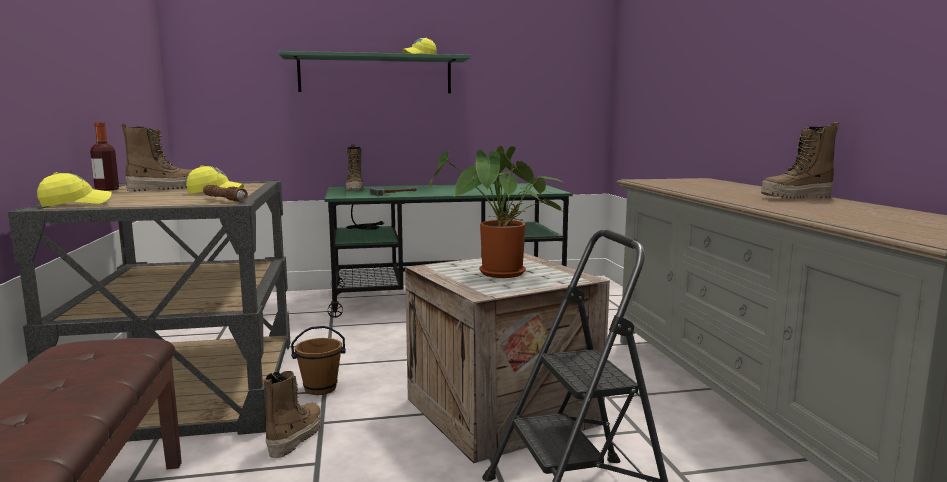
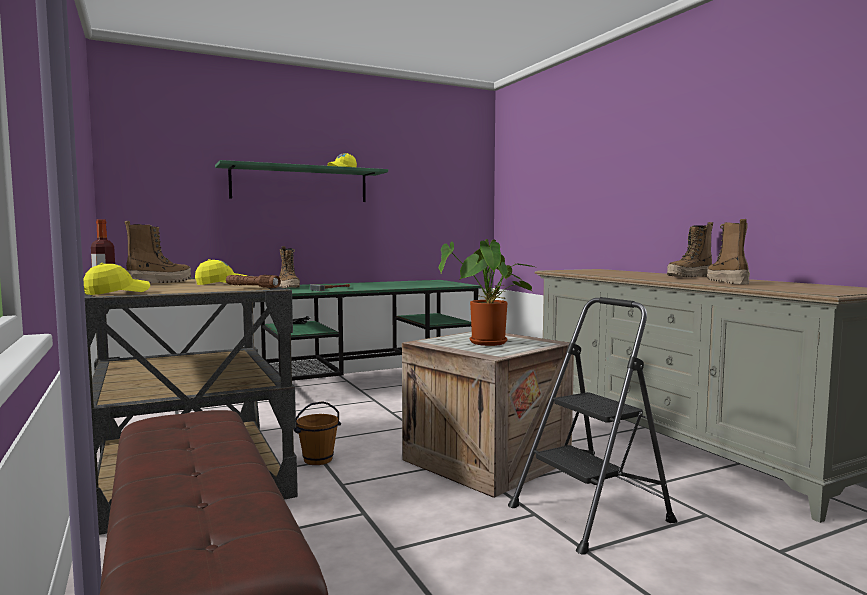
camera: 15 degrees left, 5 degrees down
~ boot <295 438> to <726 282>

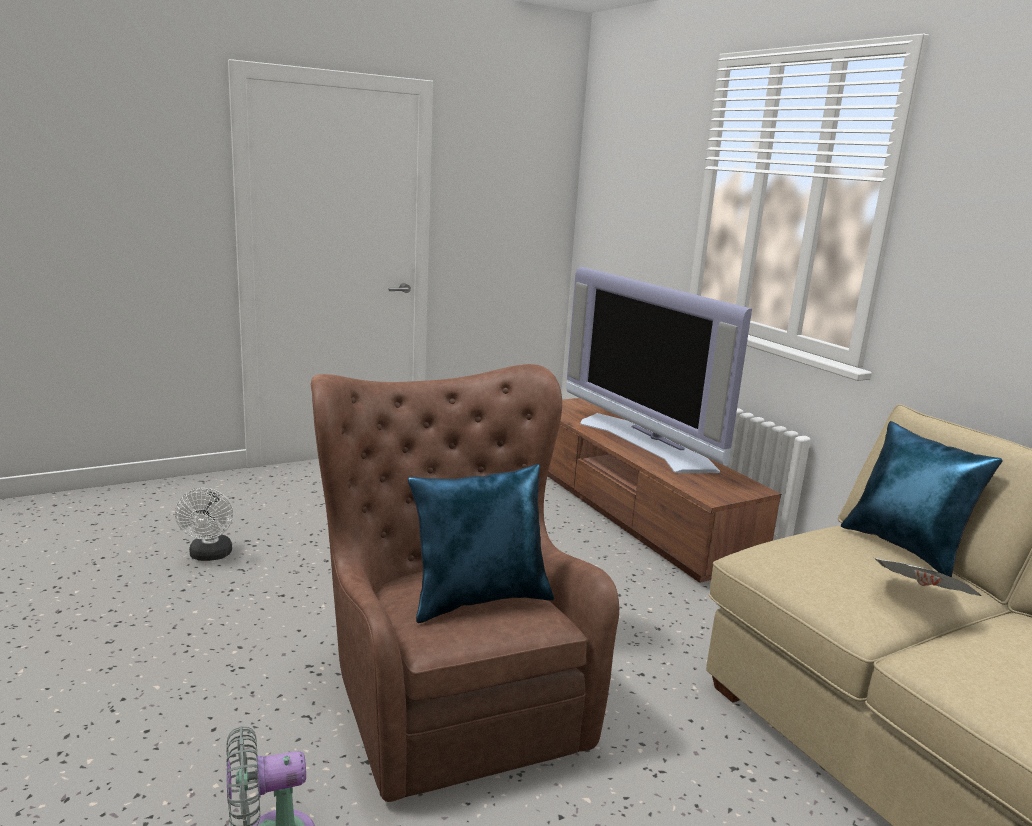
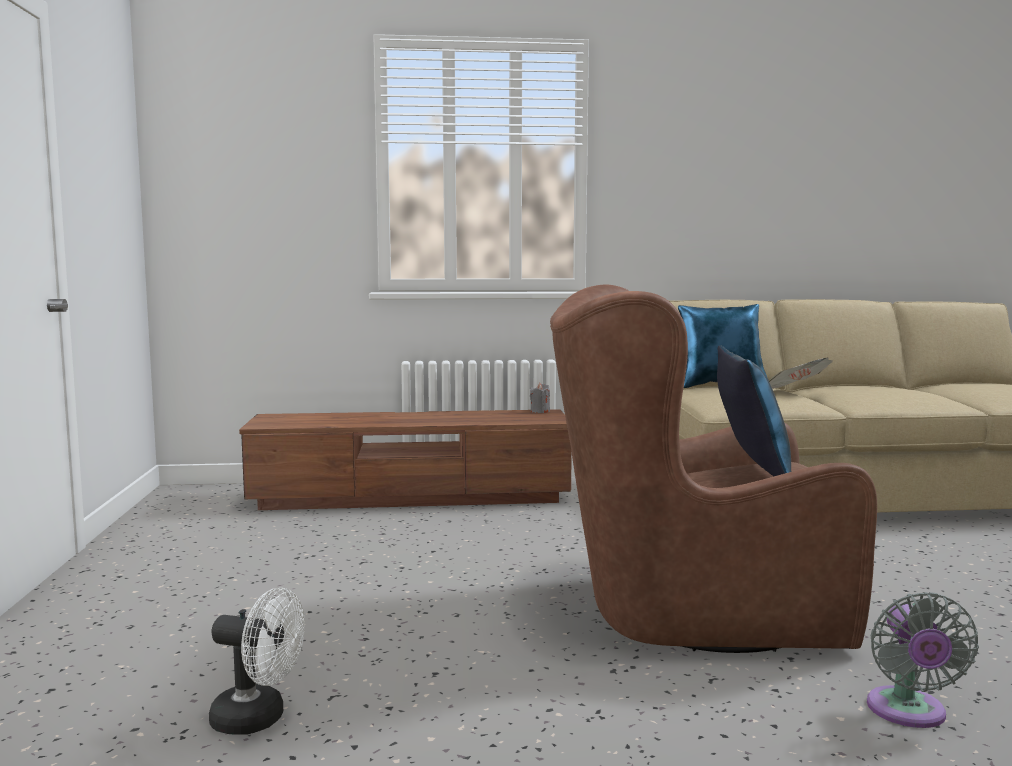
camera: 65 degrees left, 10 degrees down
- television <646 443>
+ grey candle <540 411>

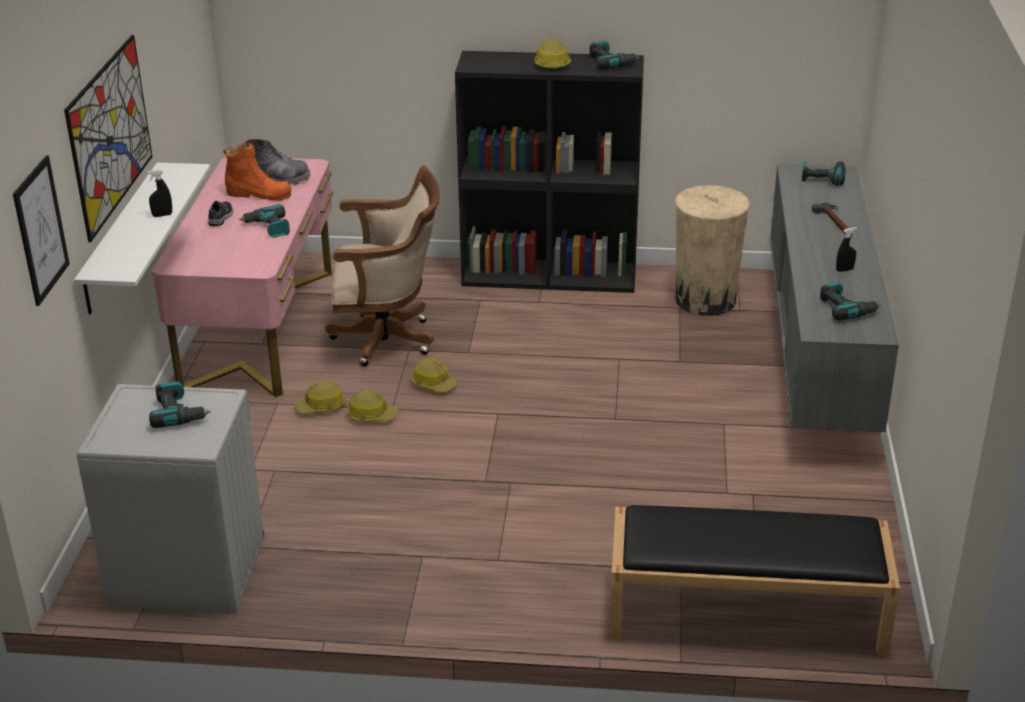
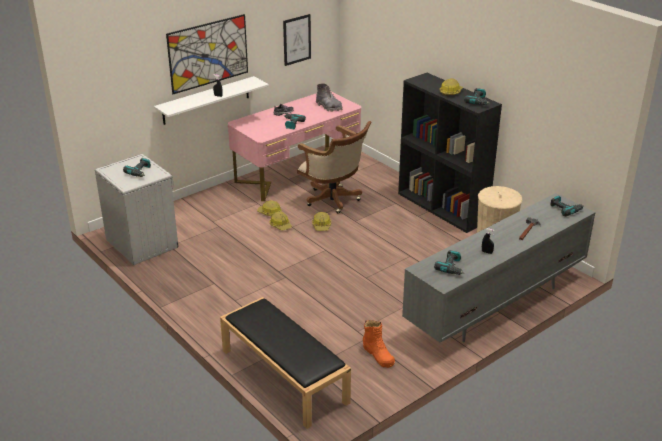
camera: 45 degrees right, 0 degrees up
~ picture <41 230> to <297 39>
~ orange boot <259 194> to <378 355>

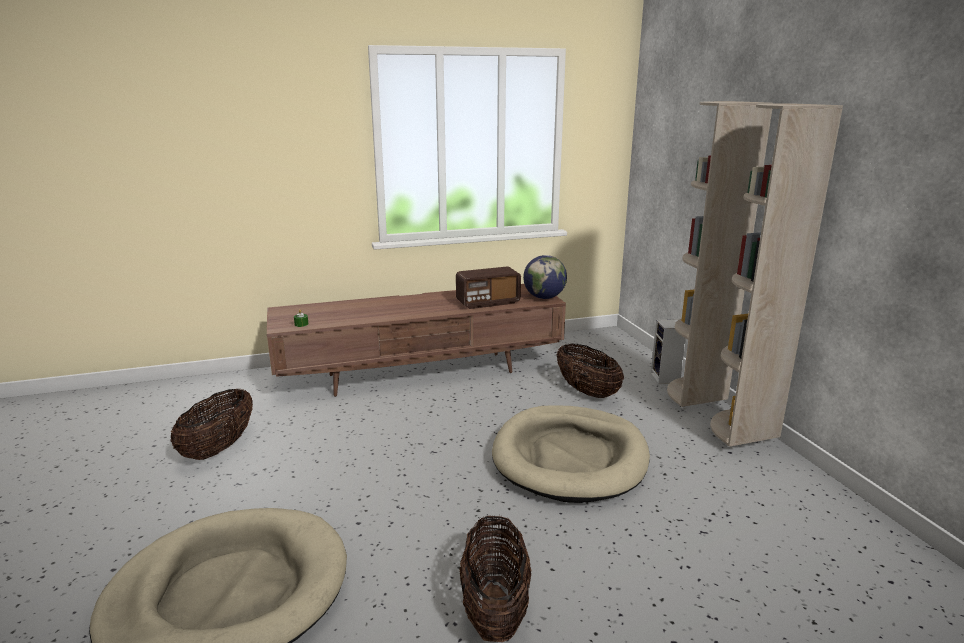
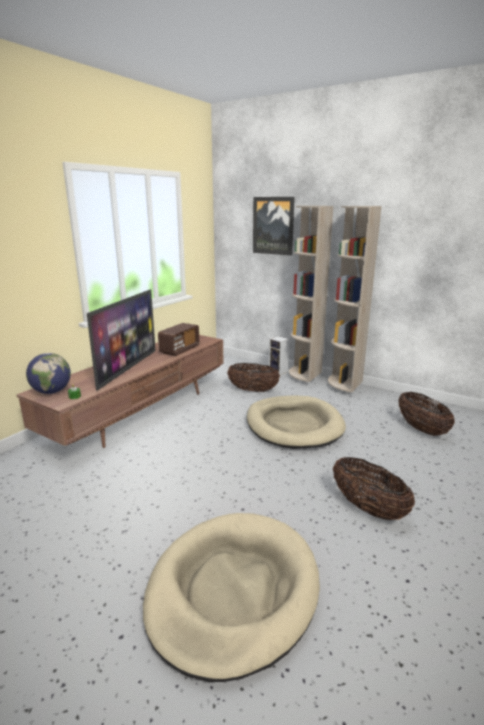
camera: 40 degrees left, 0 degrees up
+ television <127 368>
+ picture <273 226>
~ basket <219 448> to <421 429>
~ globe <544 297> to <52 391>

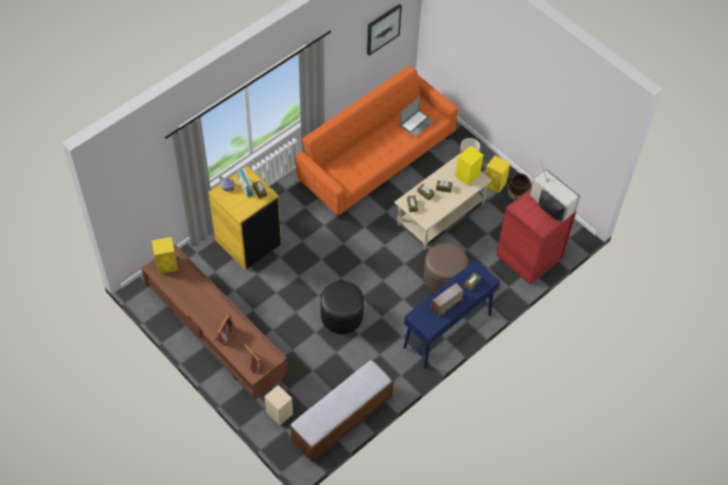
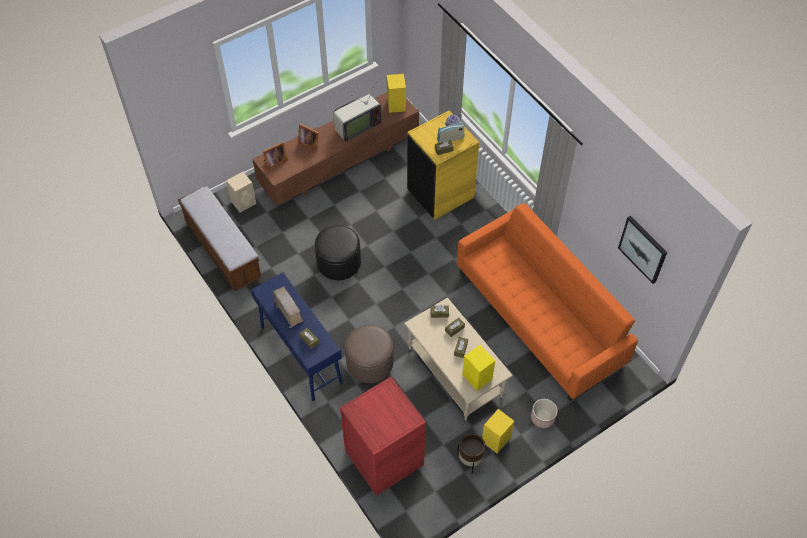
camera: 100 degrees right, 0 degrees up
- laptop <416 123>
~ television <550 207> to <356 127>

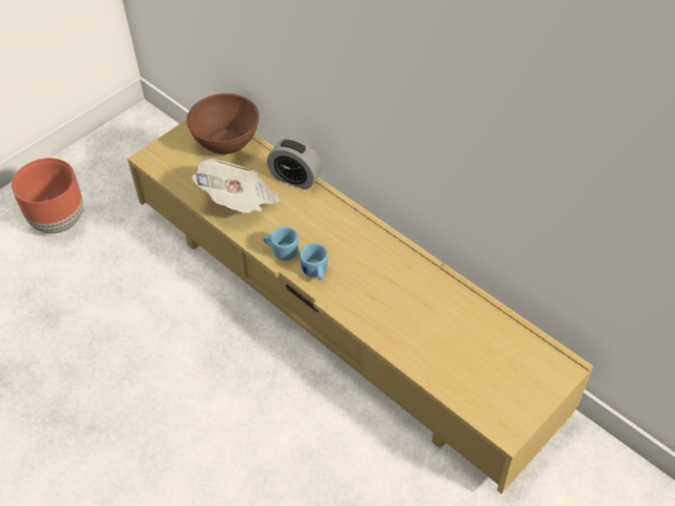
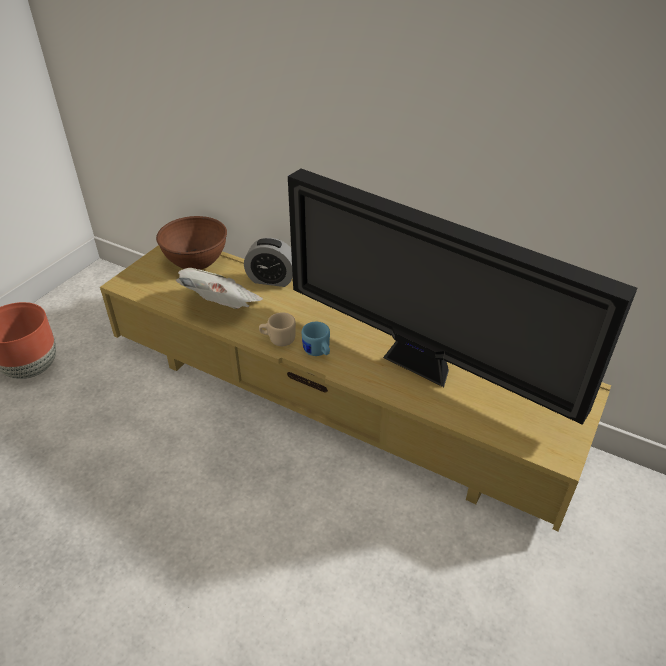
camera: 15 degrees left, 10 degrees down
+ television <422 368>
~ blue mug <281 251> to beige mug <278 339>

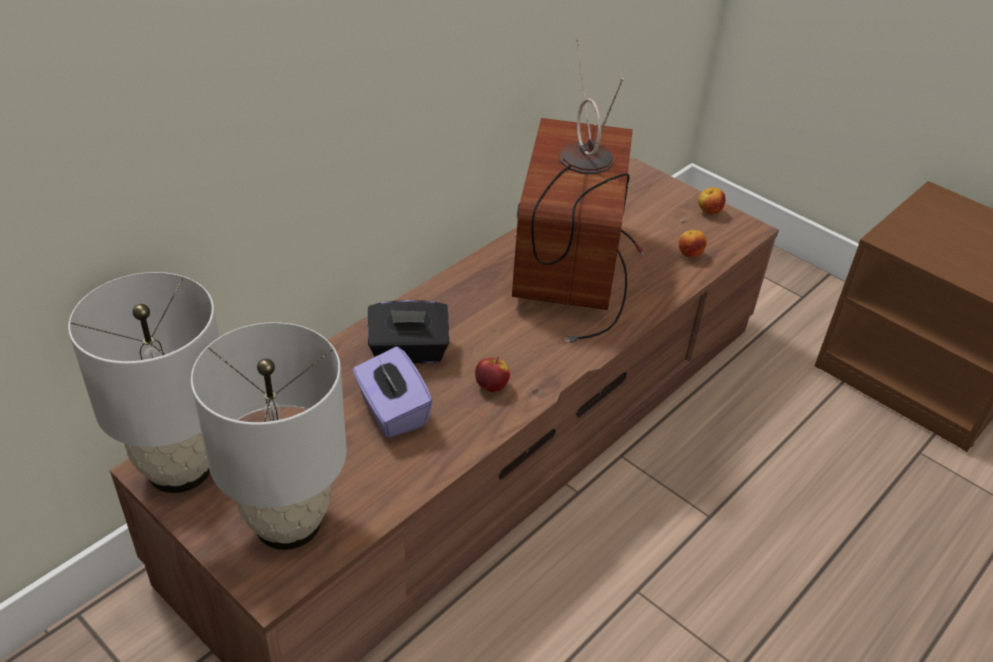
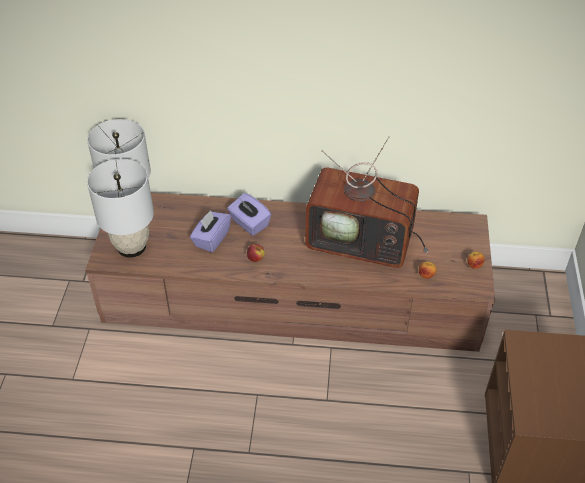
camera: 55 degrees right, 5 degrees up
~ black tissue box <408 352> to purple tissue box <249 223>
~ television <573 269> = <363 242> 135 degrees counterclockwise

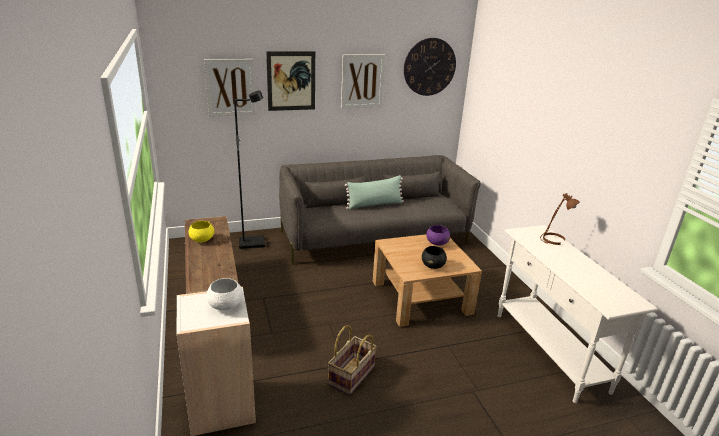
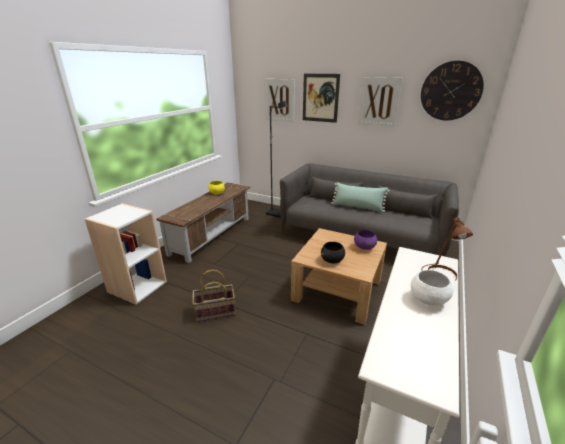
camera: 45 degrees right, 0 degrees up
~ white bowl <225 305> to <427 299>

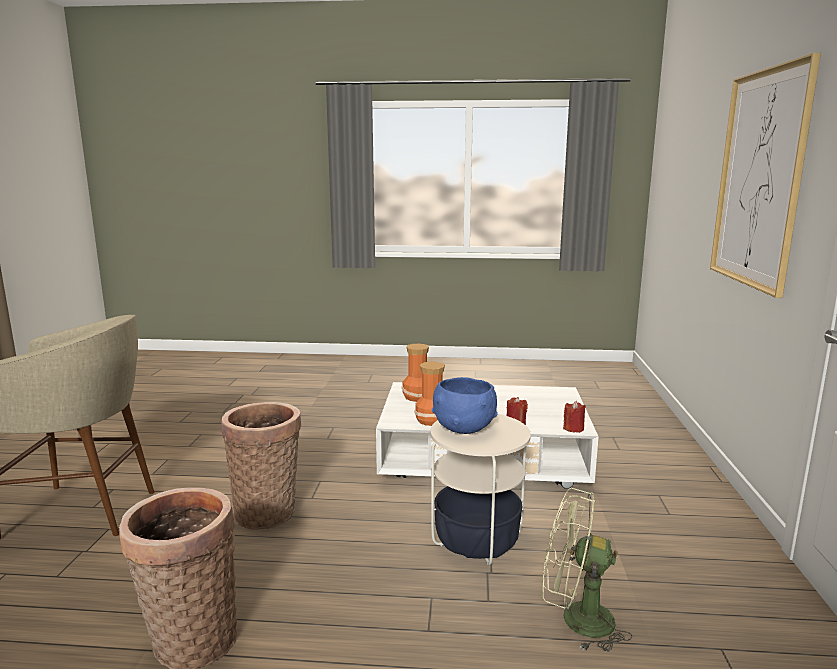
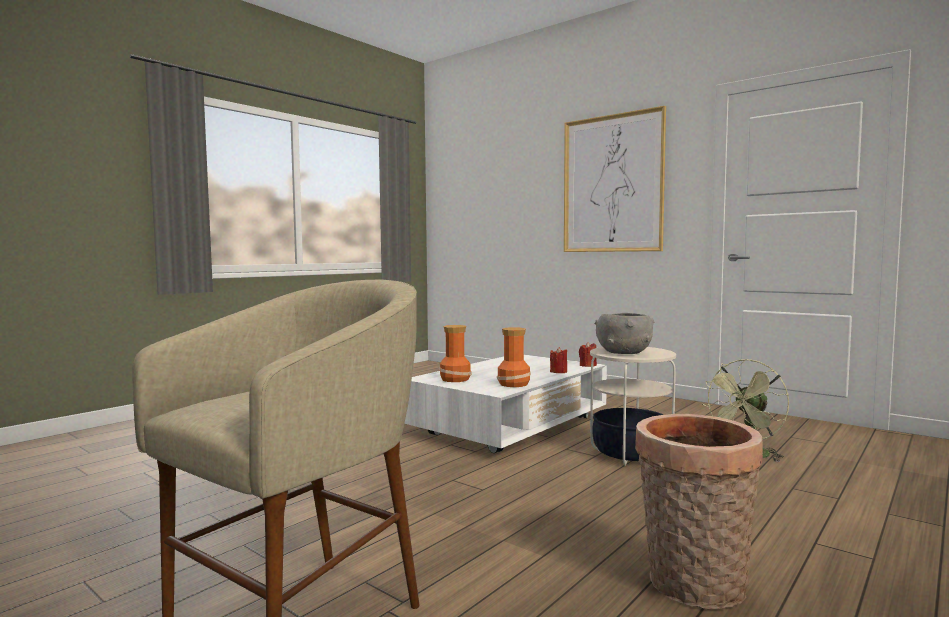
camera: 55 degrees left, 10 degrees down
- basket <267 511>
~ blue bowl <464 428> to grey bowl <623 353>

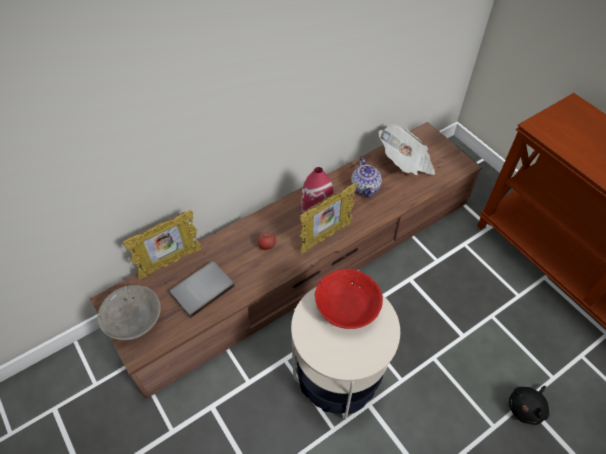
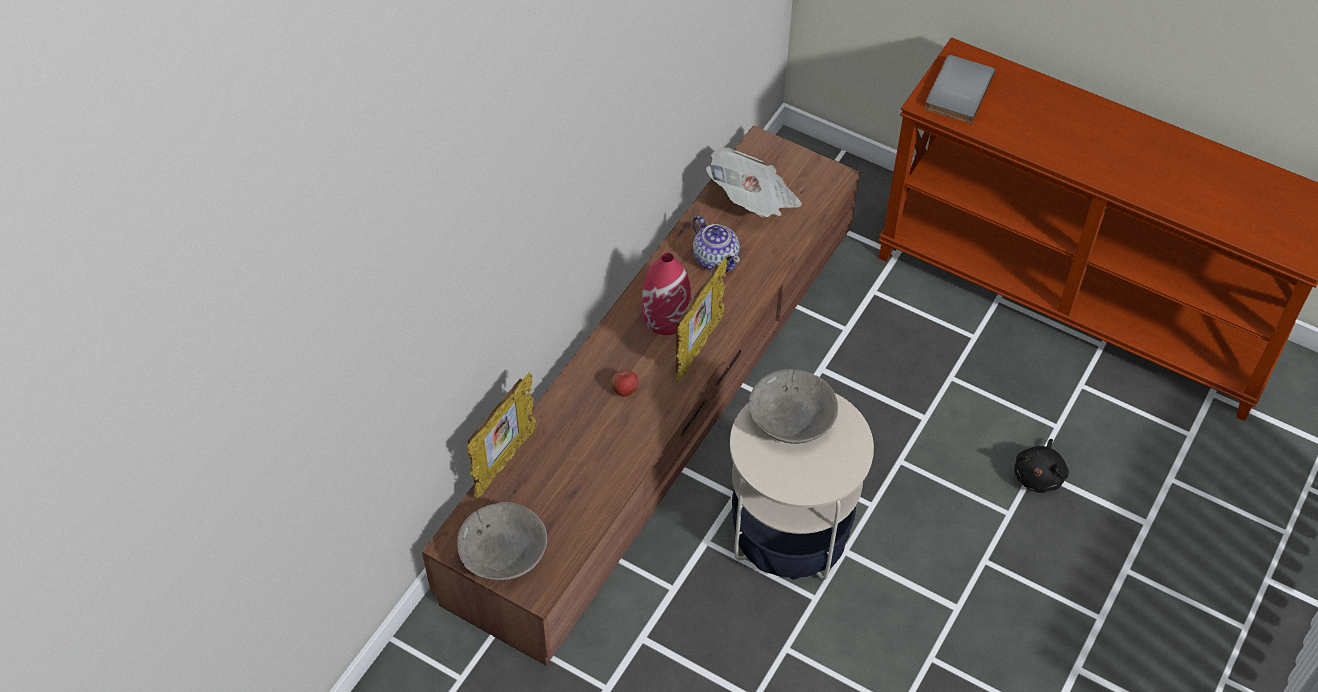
camera: 25 degrees left, 0 degrees up
~ grey book <201 288> to <956 91>
~ red bowl <348 307> to grey bowl <792 419>

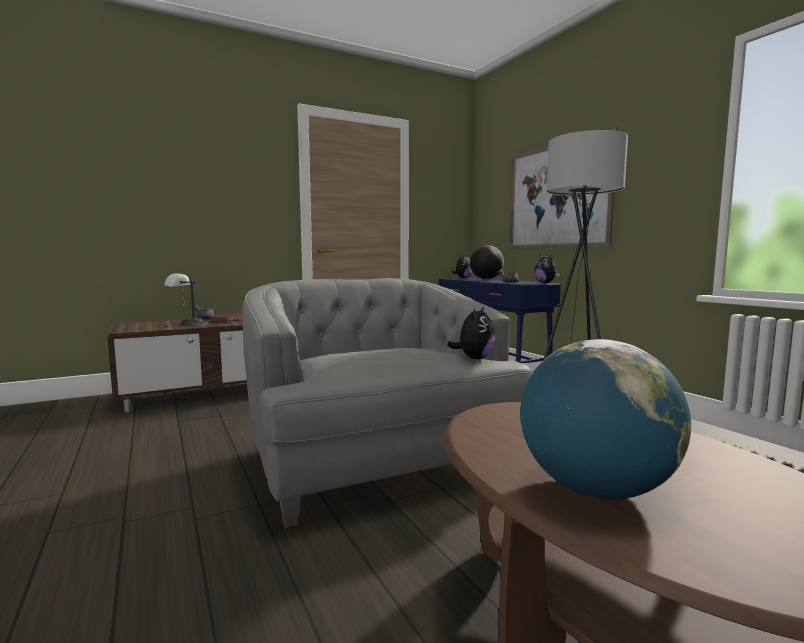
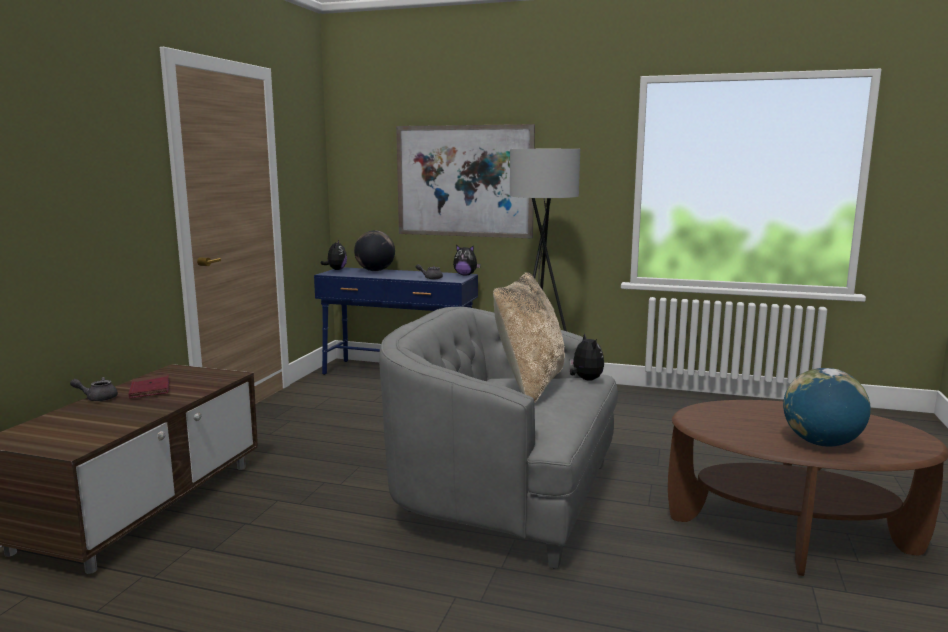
camera: 45 degrees left, 5 degrees up
- table lamp <188 324>
+ beige pillow <530 387>

